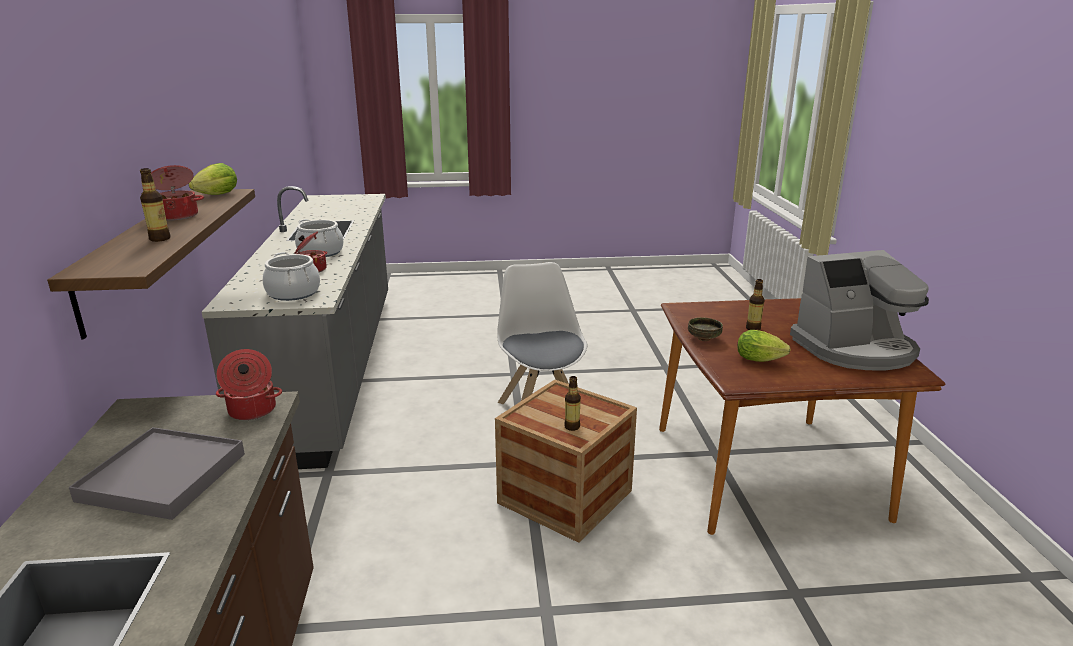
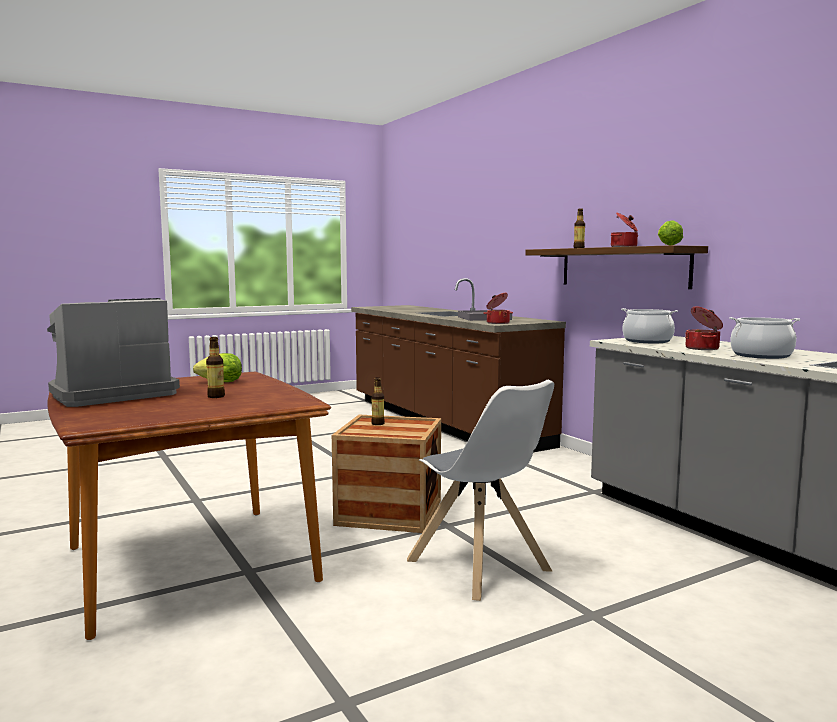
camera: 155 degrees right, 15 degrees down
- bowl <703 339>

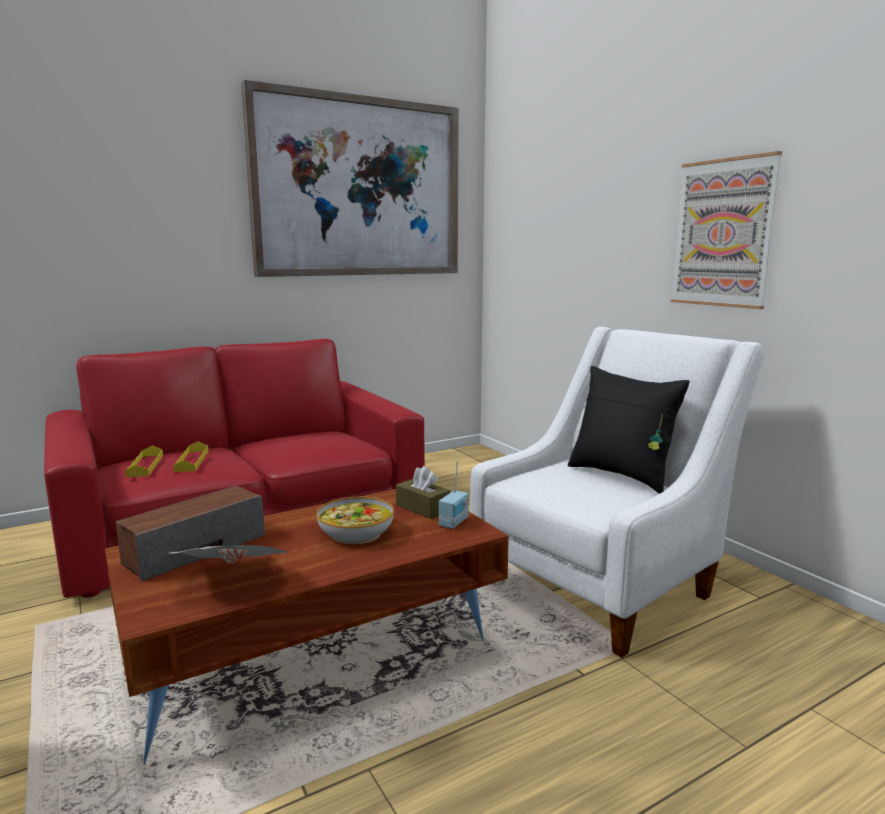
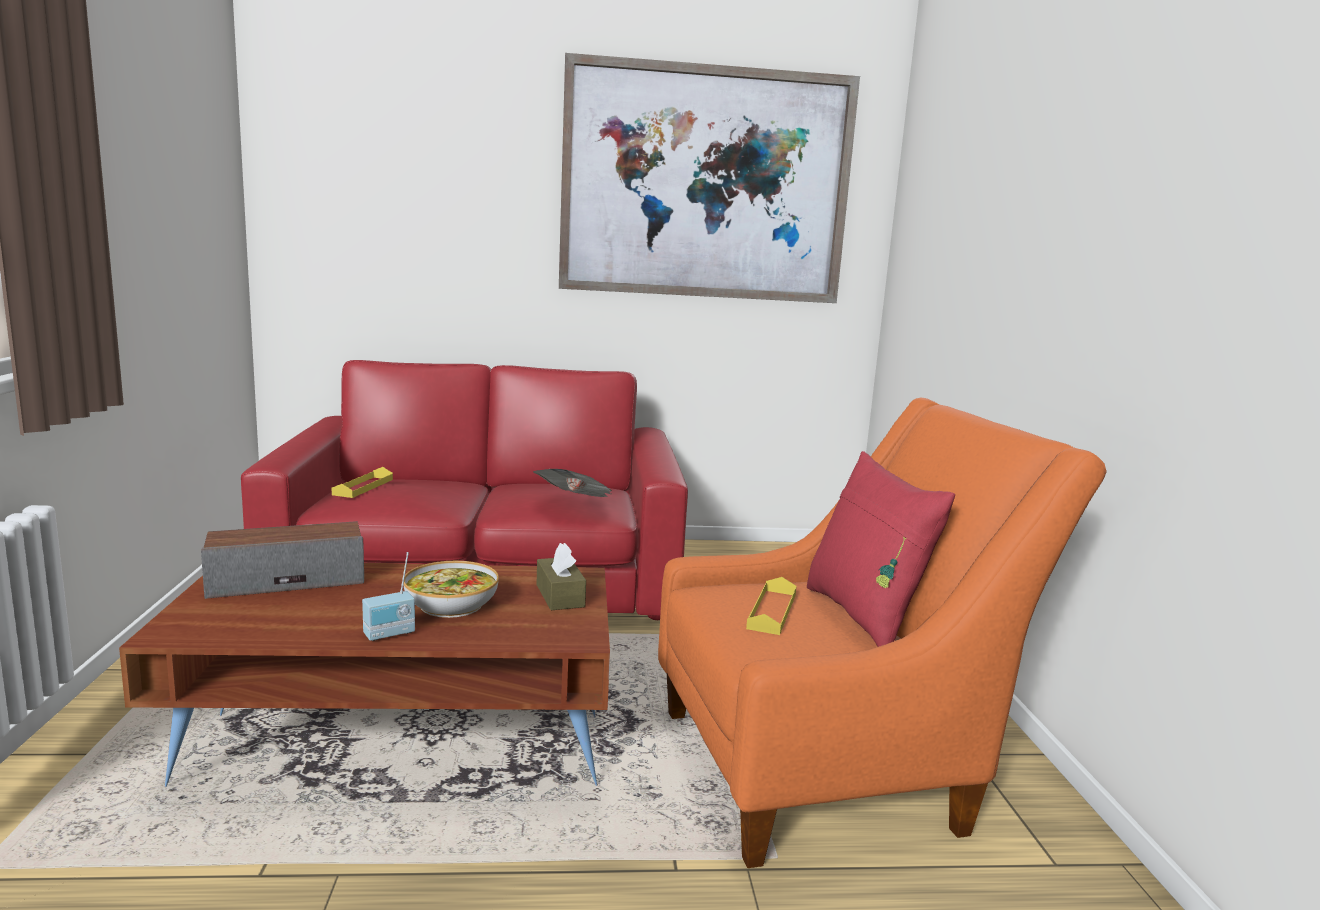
camera: 25 degrees right, 0 degrees up
- picture <723 233>
~ newspaper <235 580> to <575 505>
~ yellow tray <192 461> to <772 611>
~ radio <455 522> to <390 634>
~ white armchair <603 583> to orange armchair <828 766>
~ black pillow <620 476> to red pillow <863 618>

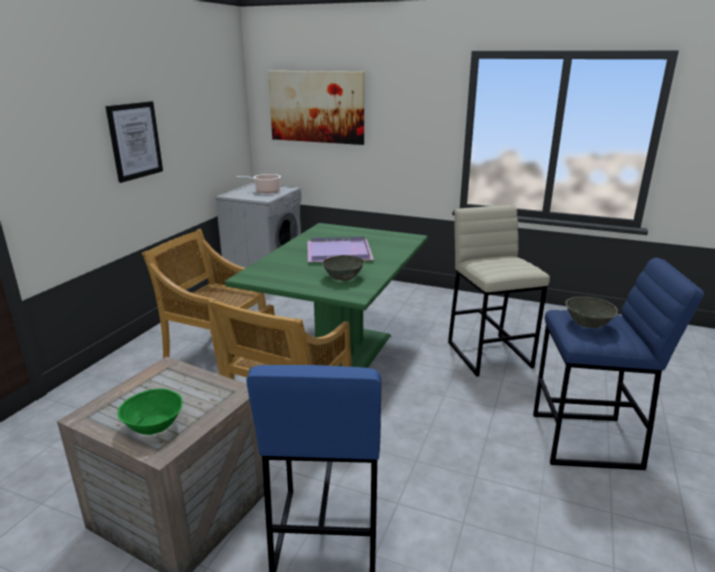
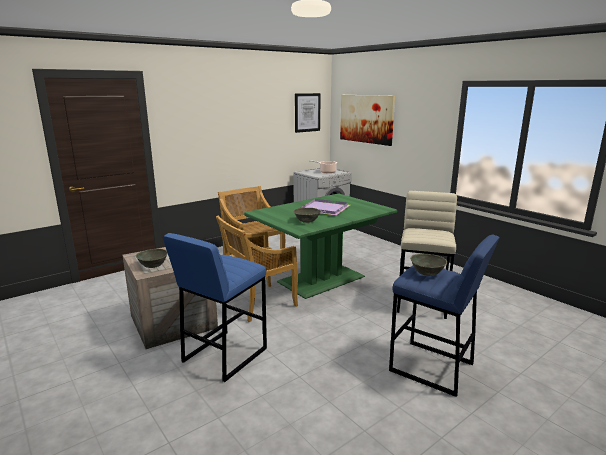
camera: 30 degrees right, 5 degrees down
~ picture <135 141> to <307 112>
~ green bowl <155 425> to grey bowl <153 265>

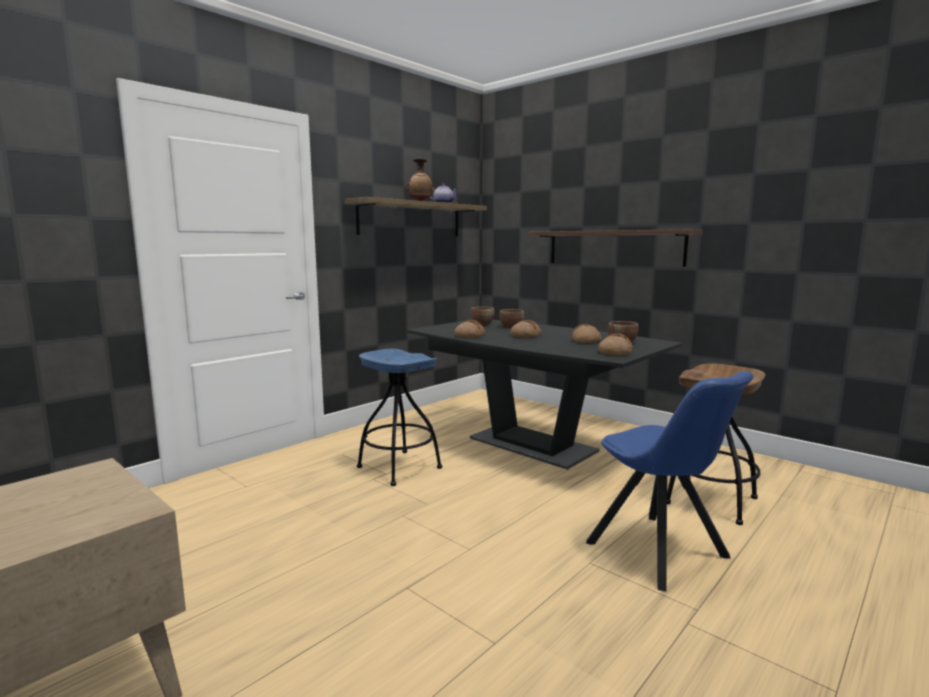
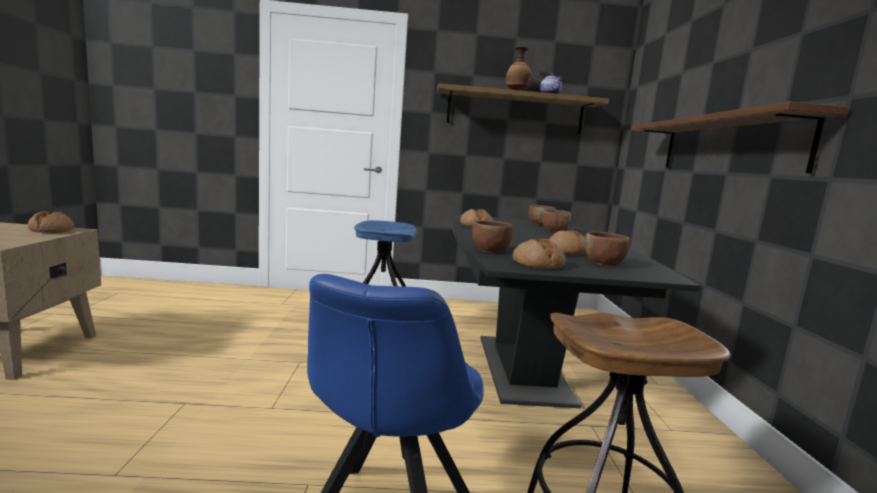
camera: 45 degrees right, 0 degrees up
+ brown bowl <490 250>
~ bread <525 335> to <52 230>

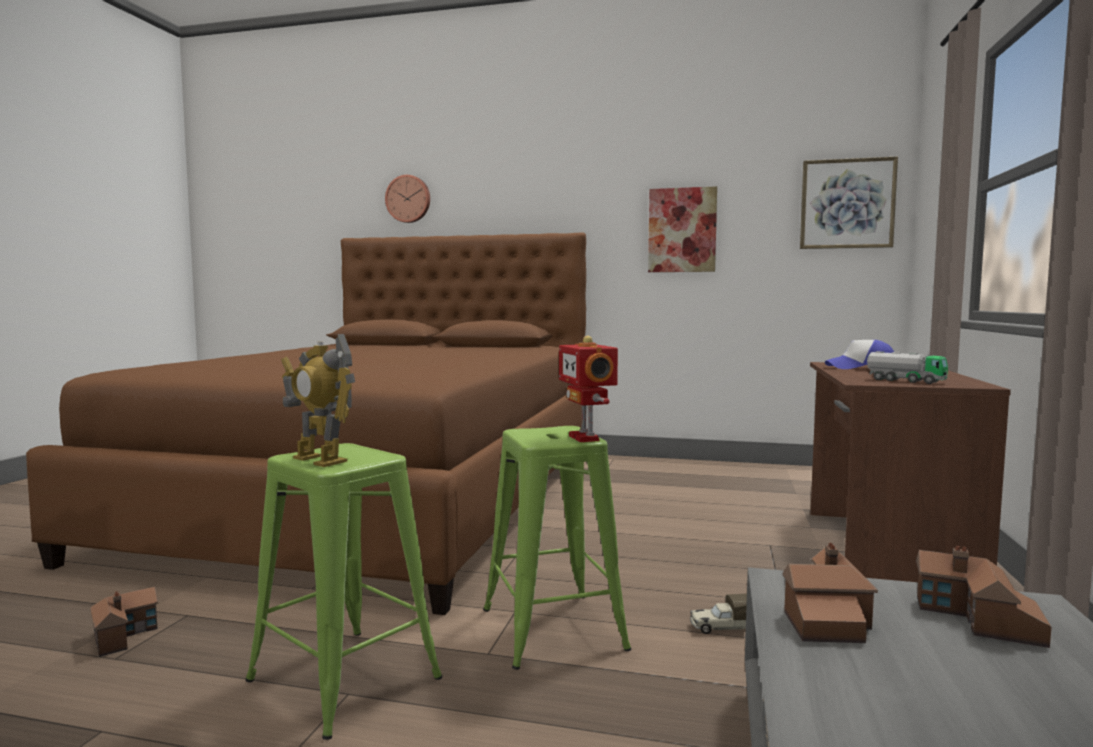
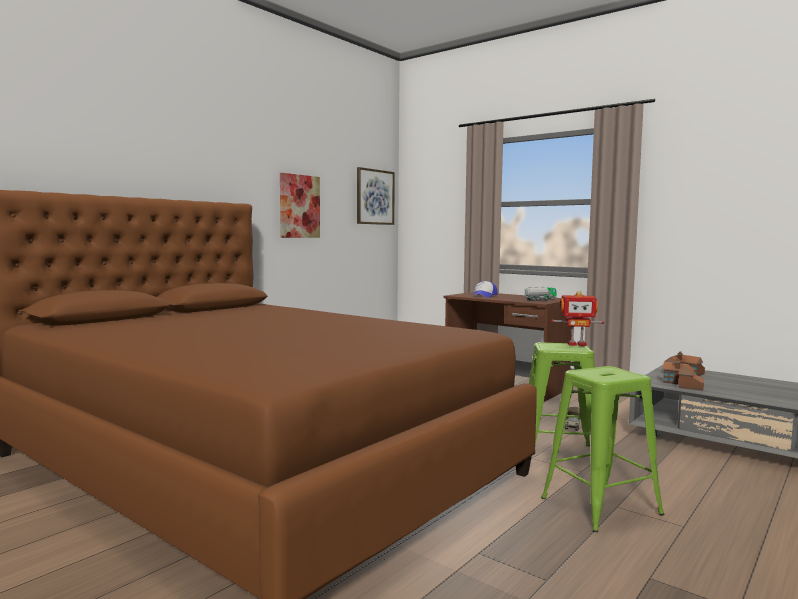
camera: 65 degrees left, 0 degrees up
- toy house <125 634>
- toy robot <319 460>
- wall clock <408 199>

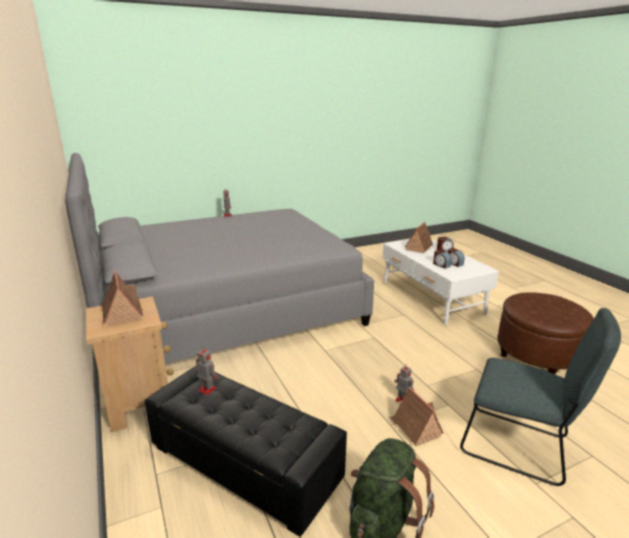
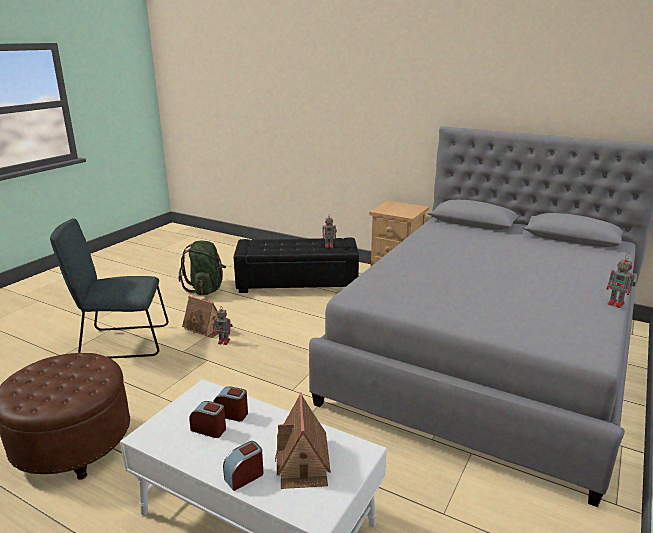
camera: 145 degrees right, 0 degrees up
- toy house <122 313>

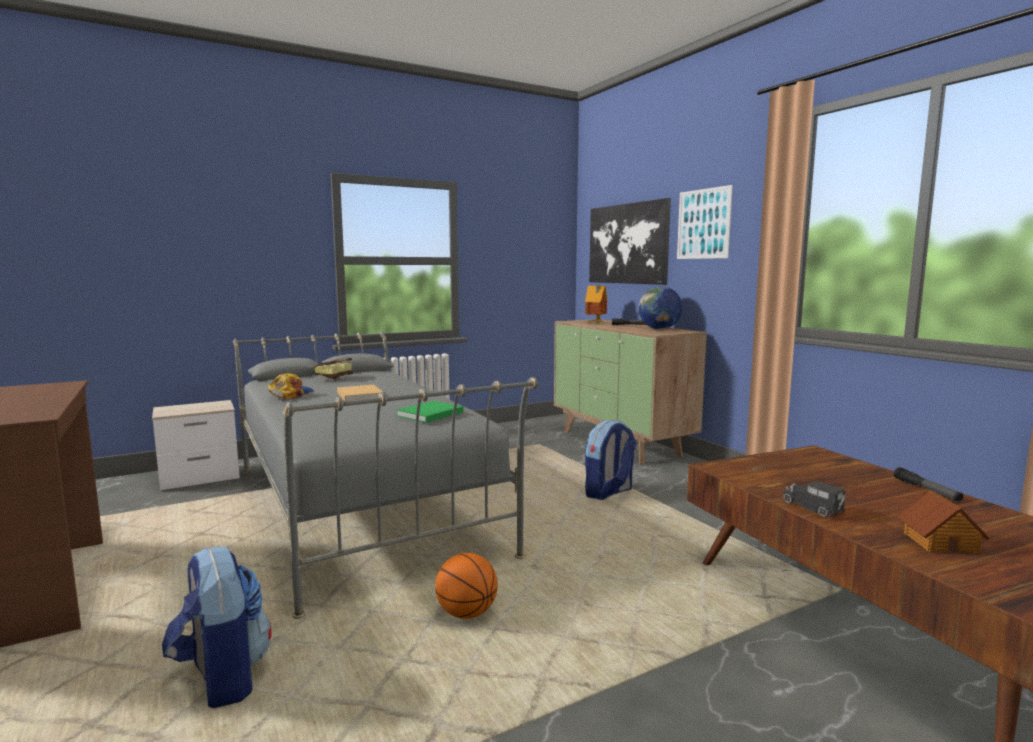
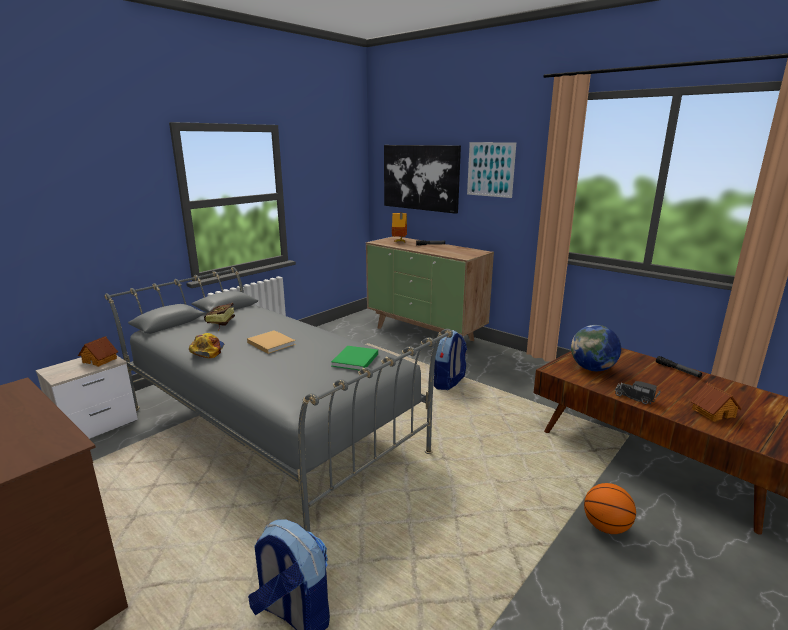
camera: 20 degrees left, 10 degrees up
+ toy house <100 360>
~ basketball <467 613> to <606 527>
~ globe <659 329> to <592 369>

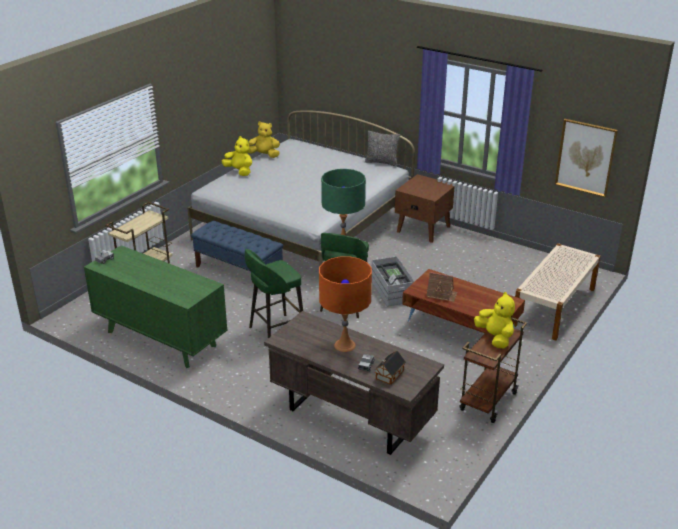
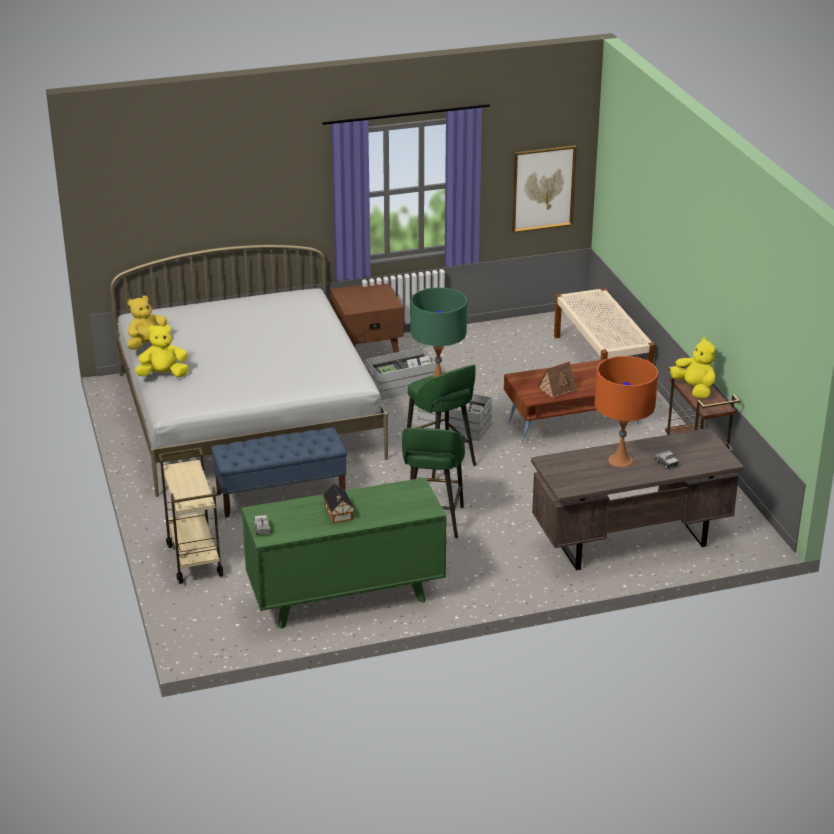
camera: 50 degrees left, 0 degrees up
- pillow <381 162>
+ grey storage box <401 385>
~ toy house <388 375> to <338 514>
~ yellow plush toy <495 338> = <694 389> 45 degrees clockwise

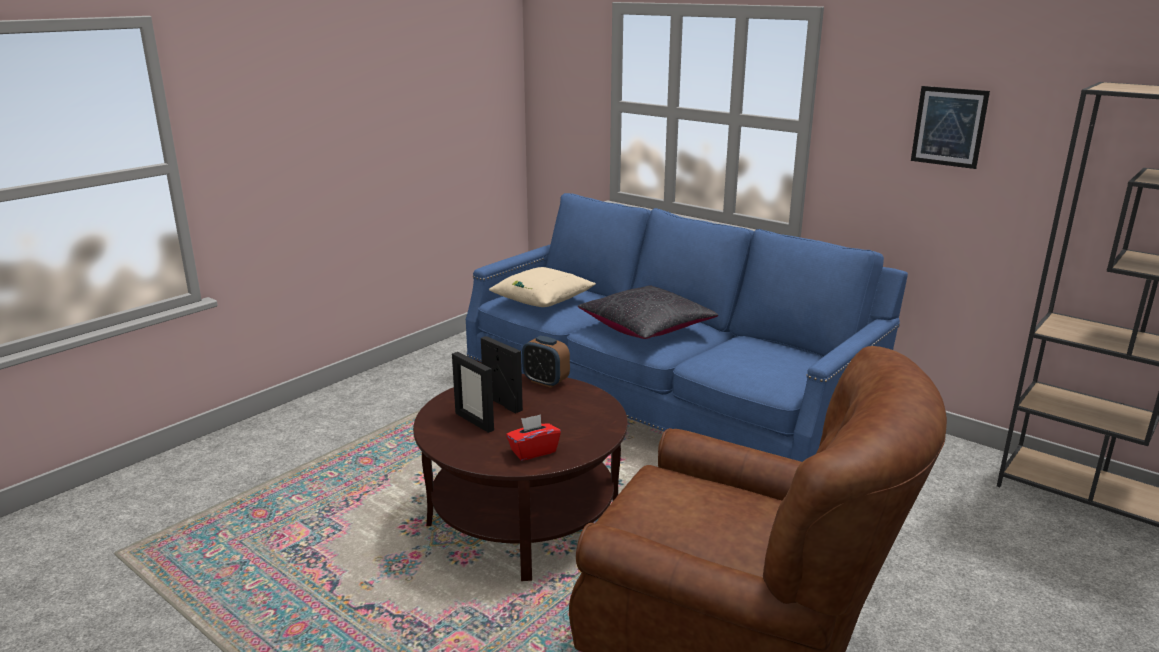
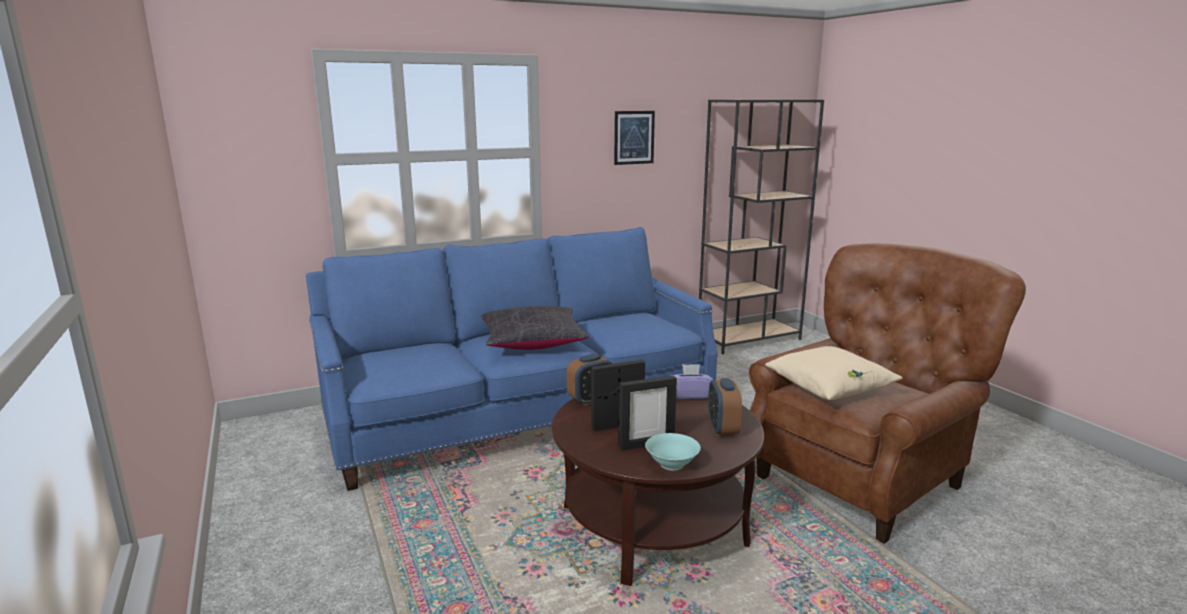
camera: 65 degrees left, 5 degrees down
+ turquoise bowl <672 464>
+ purple tissue box <690 394>
~ beige pillow <542 301> to <829 388>
~ red tissue box <533 451> to alarm clock <722 429>

